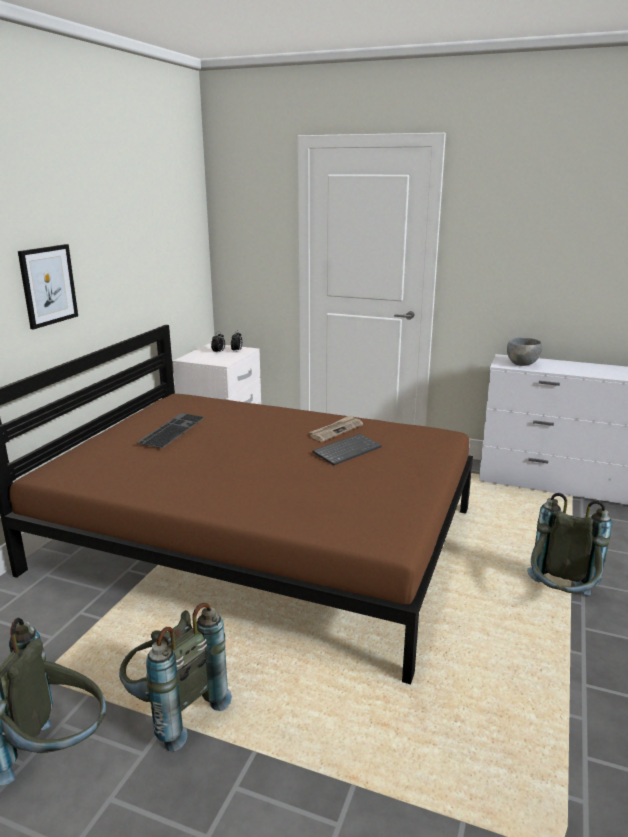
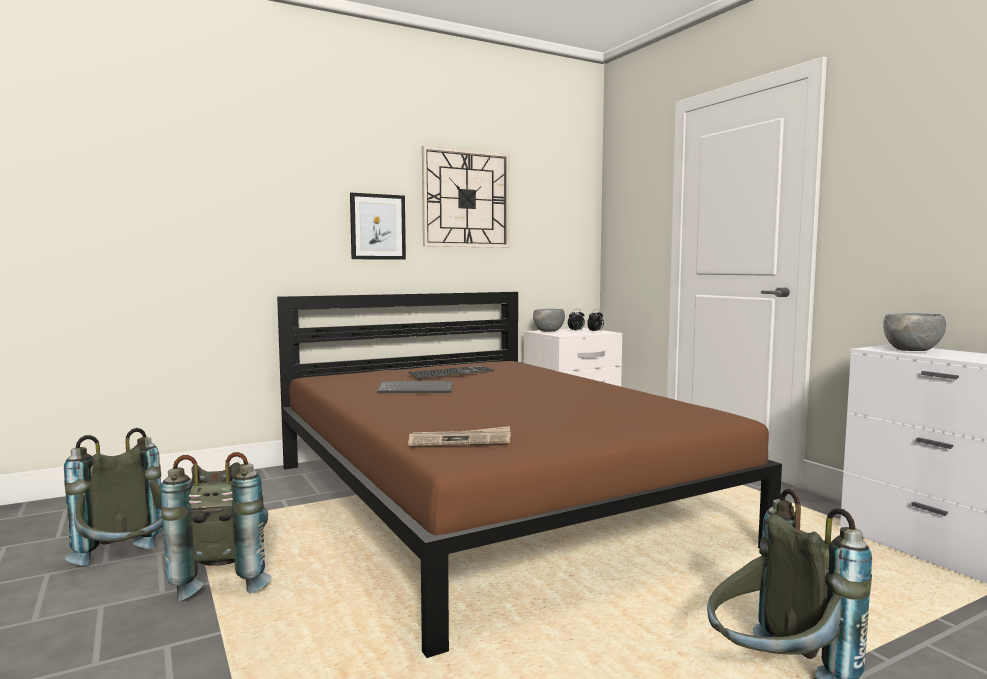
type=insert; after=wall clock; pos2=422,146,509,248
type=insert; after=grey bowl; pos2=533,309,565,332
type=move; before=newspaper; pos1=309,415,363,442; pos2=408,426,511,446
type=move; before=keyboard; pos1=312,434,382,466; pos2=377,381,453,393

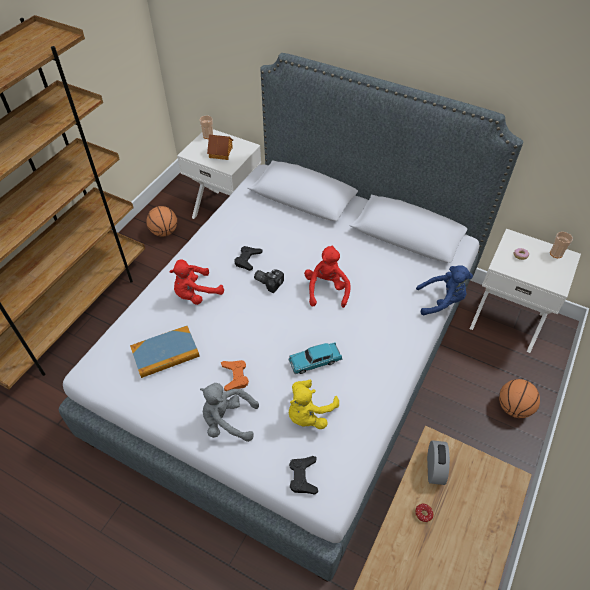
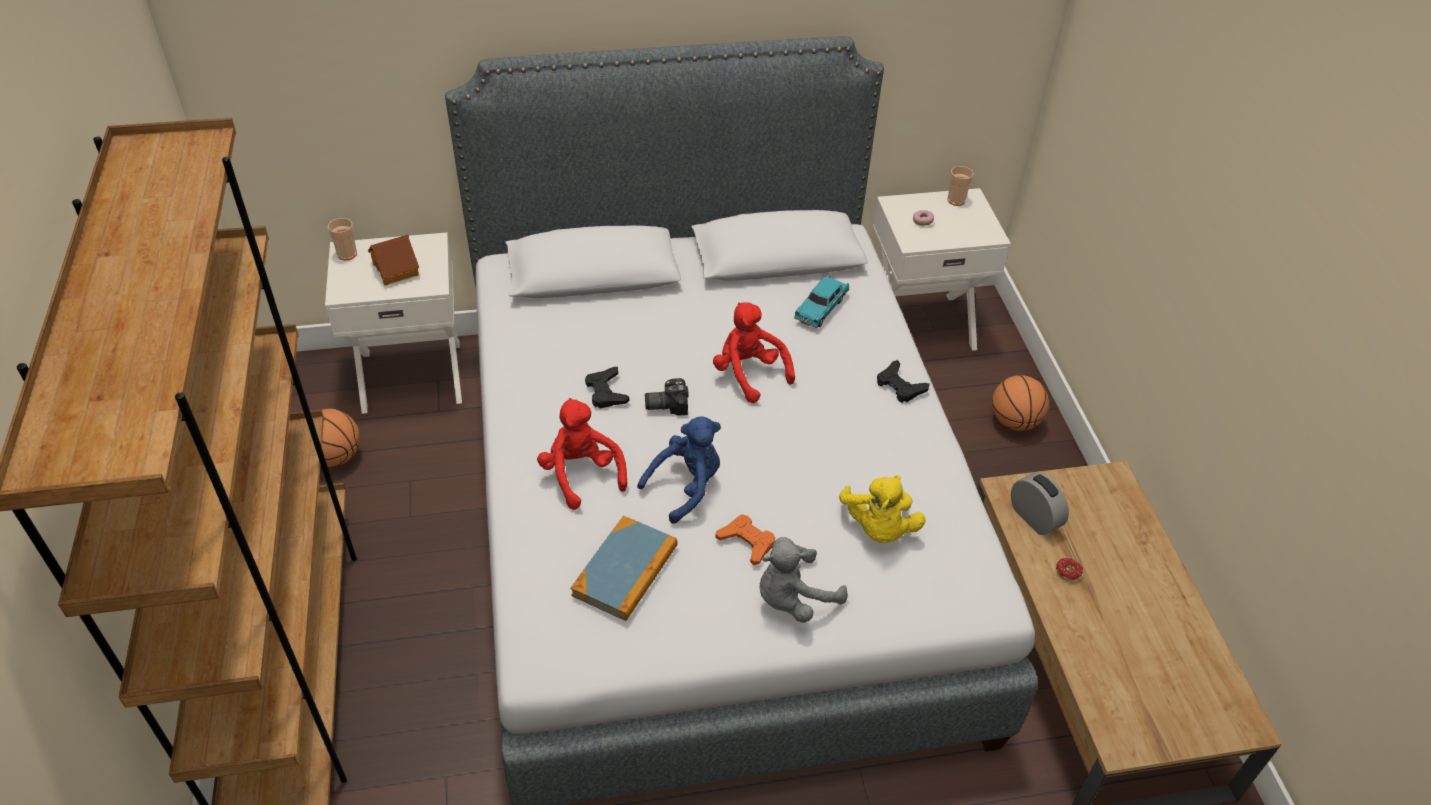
type=move; before=turquoise toy car; pos1=288,342,343,374; pos2=794,275,849,328
type=move; before=black game controller; pos1=289,456,318,494; pos2=877,360,930,403
type=move; before=blue plush toy; pos1=416,265,473,315; pos2=637,416,721,524
type=rotate; before=red plush toy; pos1=170,259,224,305; pos2=537,398,627,510; turn=135

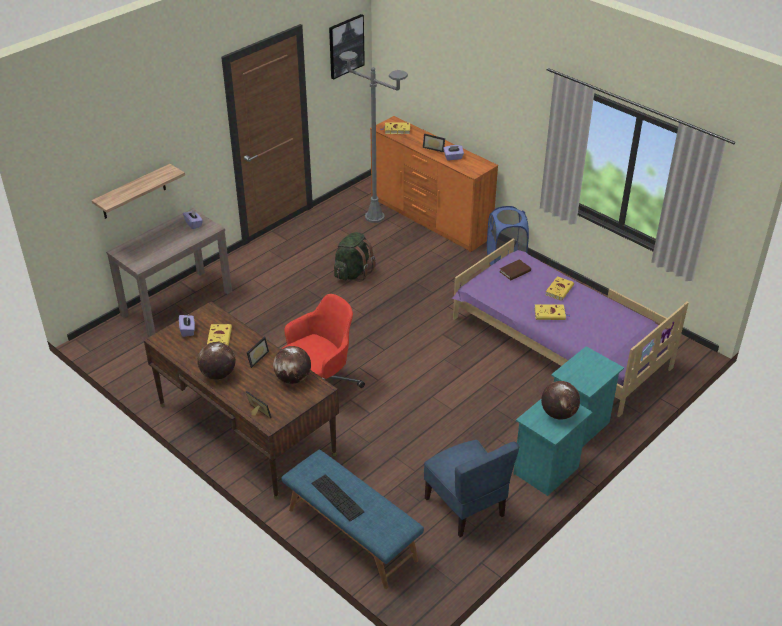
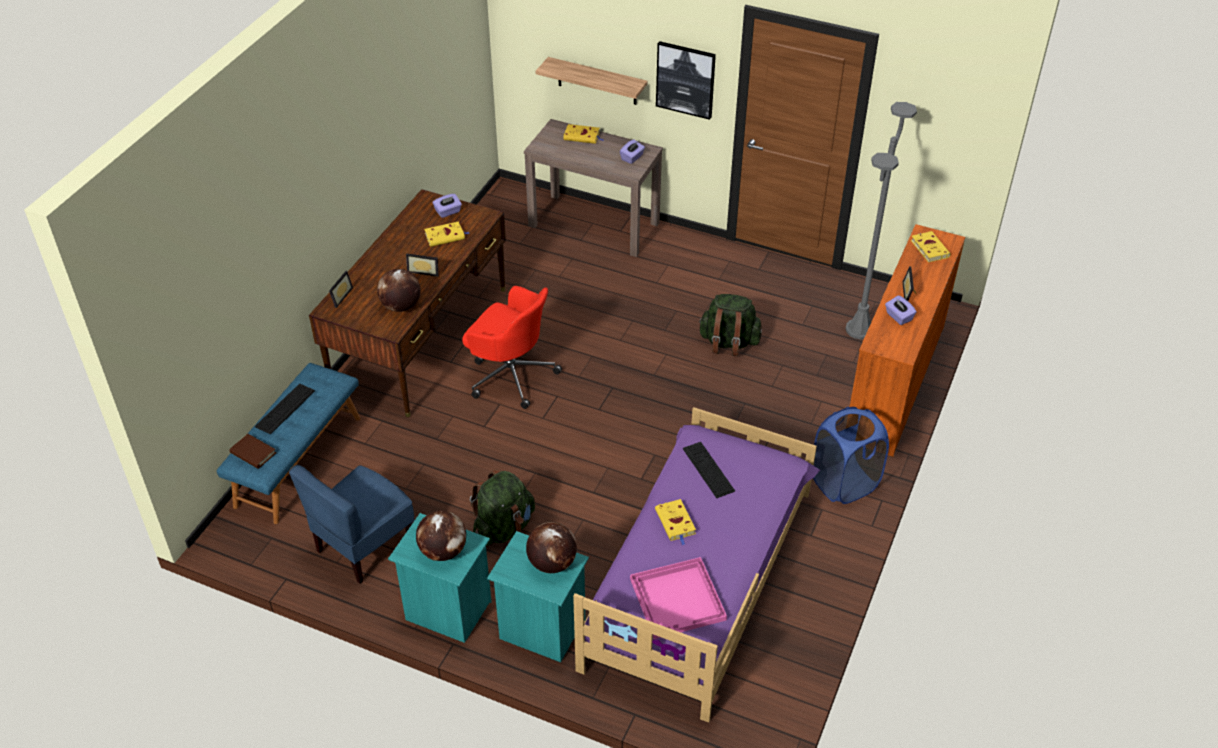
type=insert; after=green backpack; pos2=470,469,535,546
type=insert; after=pink tray; pos2=630,557,727,639
type=insert; after=keyboard; pos2=683,442,735,498
type=move; before=globe; pos1=197,342,236,380; pos2=526,522,577,573
type=move; before=picture; pos1=329,14,365,79; pos2=656,41,716,120
type=move; before=brown book; pos1=499,259,531,280; pos2=229,434,276,469
type=move; before=yellow book; pos1=545,276,574,301; pos2=564,124,604,144

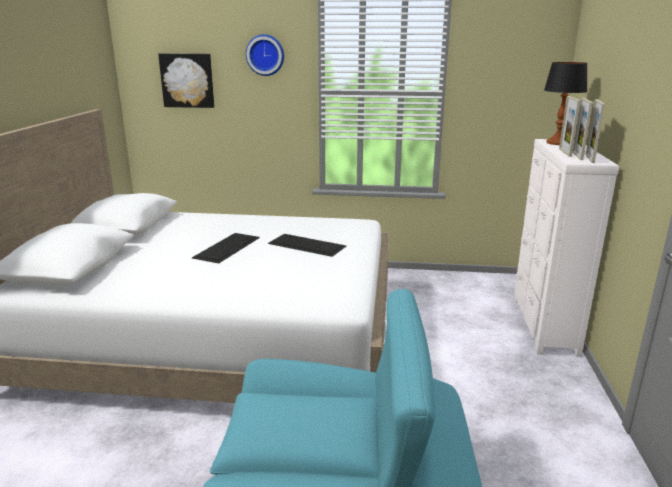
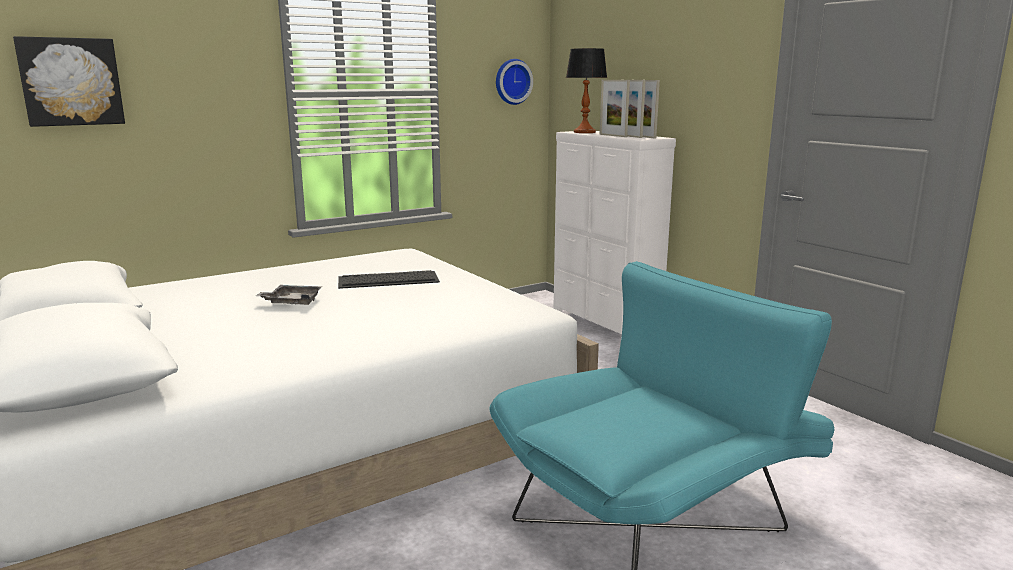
type=move; before=wall clock; pos1=246,34,284,76; pos2=496,59,533,105
type=replace; before=keyboard; after=grey tray; pos1=192,233,260,263; pos2=256,285,321,305

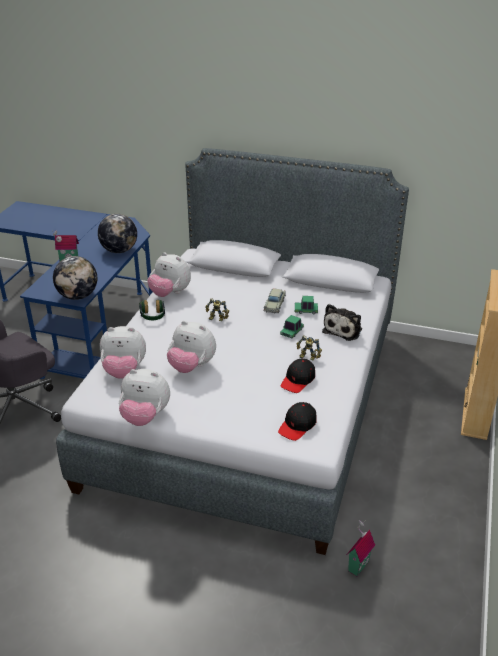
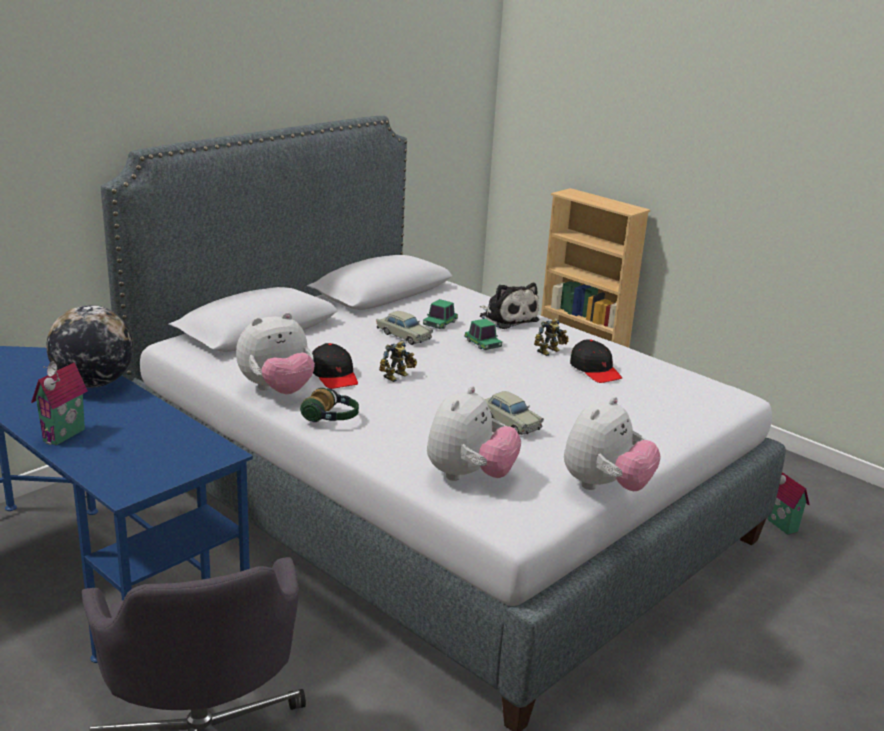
type=delete; before=globe; pos1=53,256,97,300
type=move; before=black cap; pos1=278,402,316,441; pos2=312,343,358,389
type=replace; before=plush toy; after=beige toy car; pos1=167,321,216,373; pos2=484,391,544,435

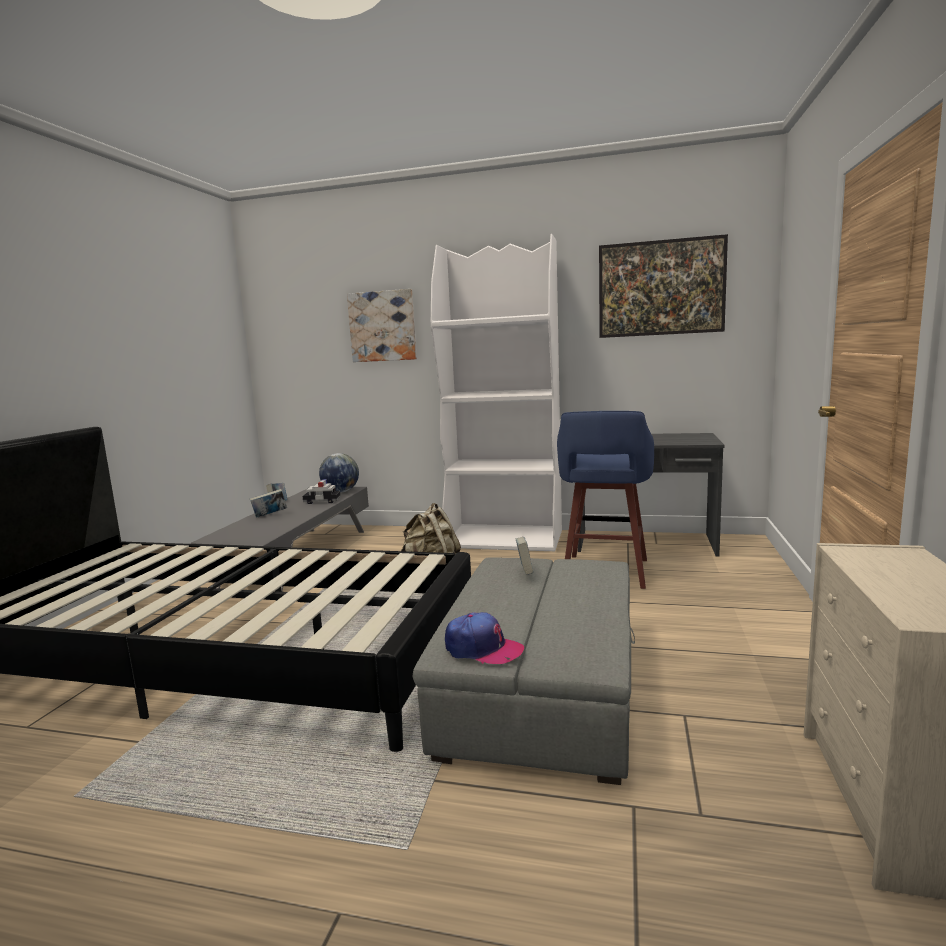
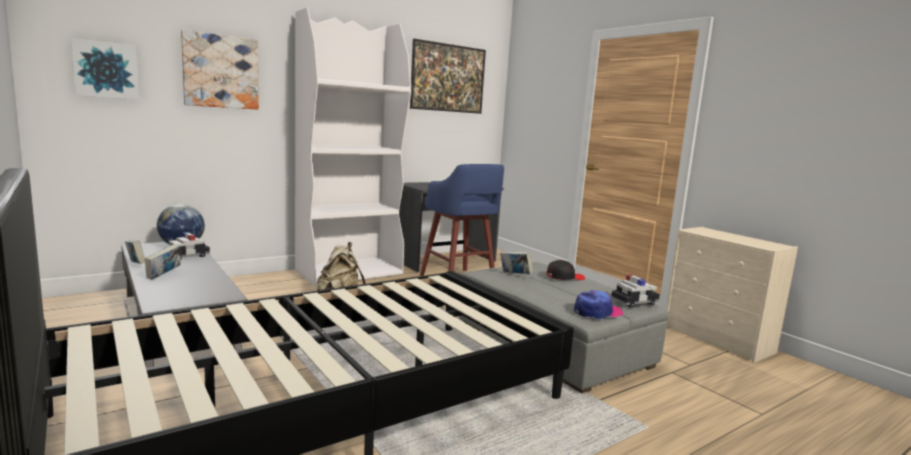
type=insert; after=picture; pos2=71,38,139,100
type=insert; after=black cap; pos2=547,260,585,280
type=insert; after=toy car; pos2=611,274,660,307

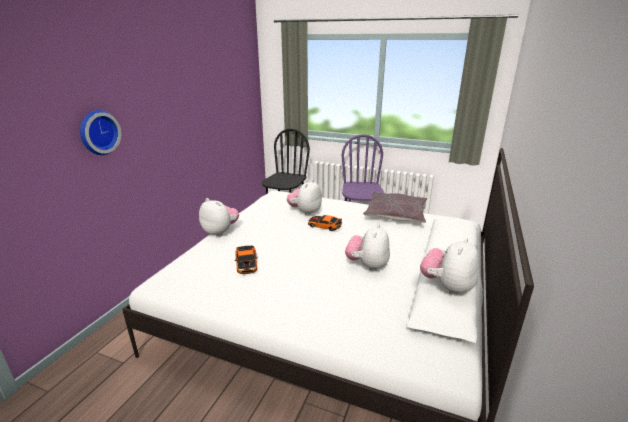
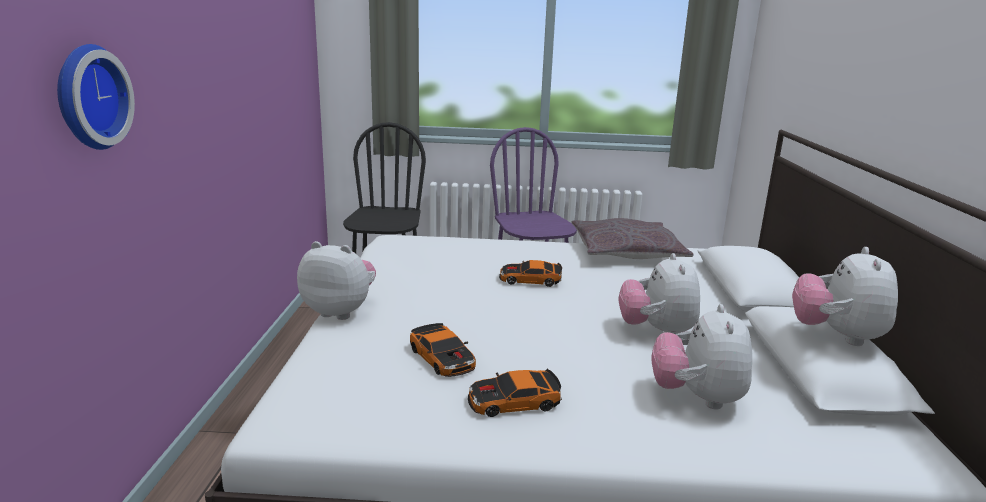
type=insert; after=toy car; pos2=468,369,562,417
type=move; before=plush toy; pos1=287,180,322,216; pos2=651,304,752,409

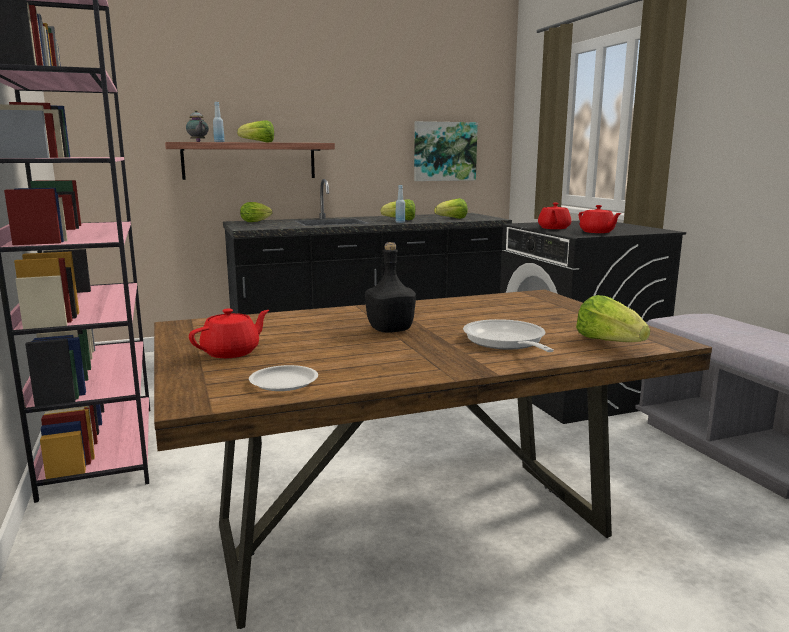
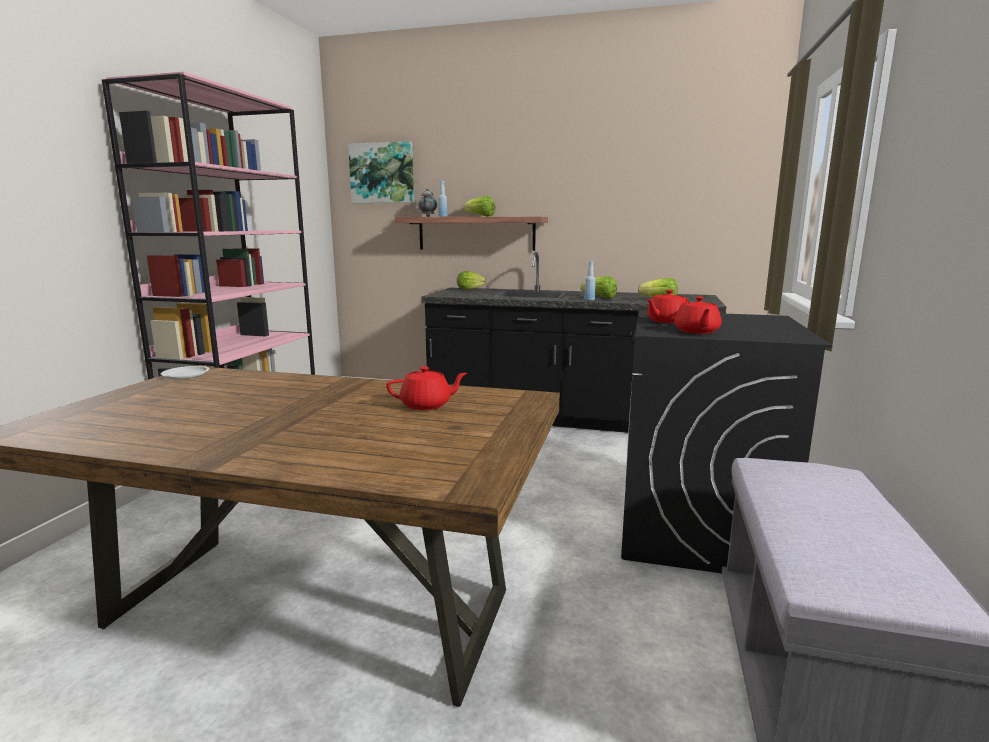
type=delete; before=black bottle; pos1=365,242,416,332
type=delete; before=frying pan; pos1=463,319,554,352
type=delete; before=lettuce; pos1=576,295,650,342
type=move; before=red teapot; pos1=189,308,269,358; pos2=386,366,467,410
type=move; before=white plate; pos1=249,365,318,391; pos2=161,366,209,379
type=move; before=picture; pos1=414,121,478,181; pos2=348,141,414,203

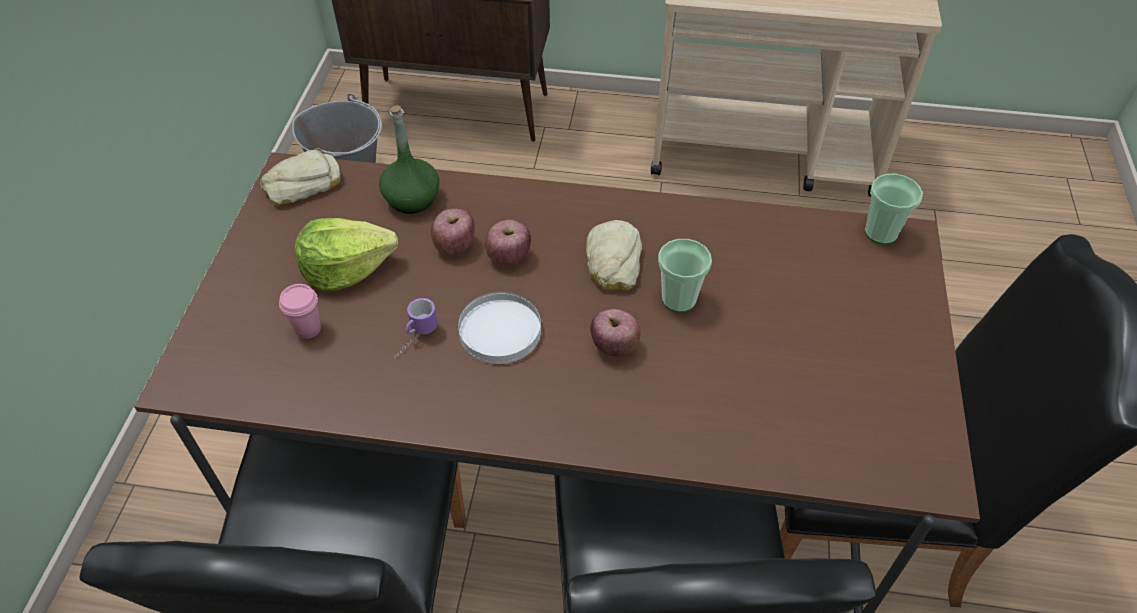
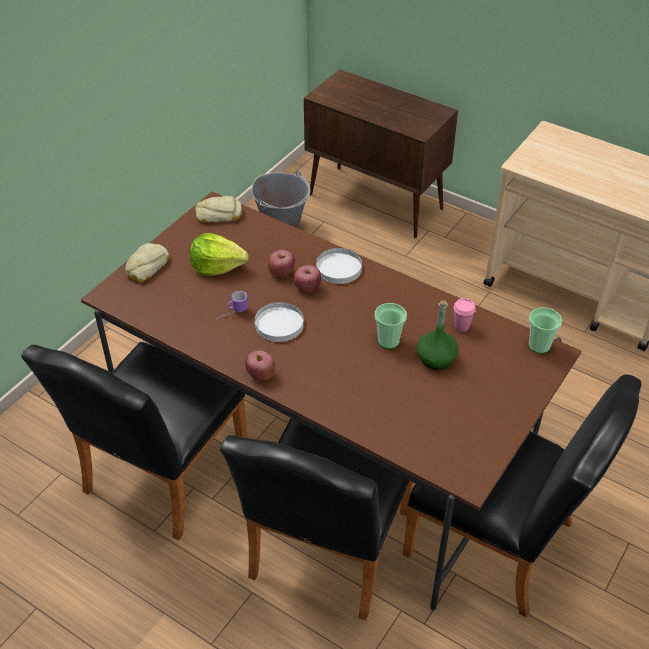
type=insert; after=white plate; pos2=316,248,362,284
type=move; before=pink cup; pos1=279,284,321,339; pos2=453,298,476,332
type=move; before=green bottle; pos1=379,105,440,214; pos2=417,300,459,370
type=move; before=bread; pos1=586,220,642,290; pos2=125,243,169,282
type=move; before=apple; pos1=590,309,641,357; pos2=245,350,275,381

